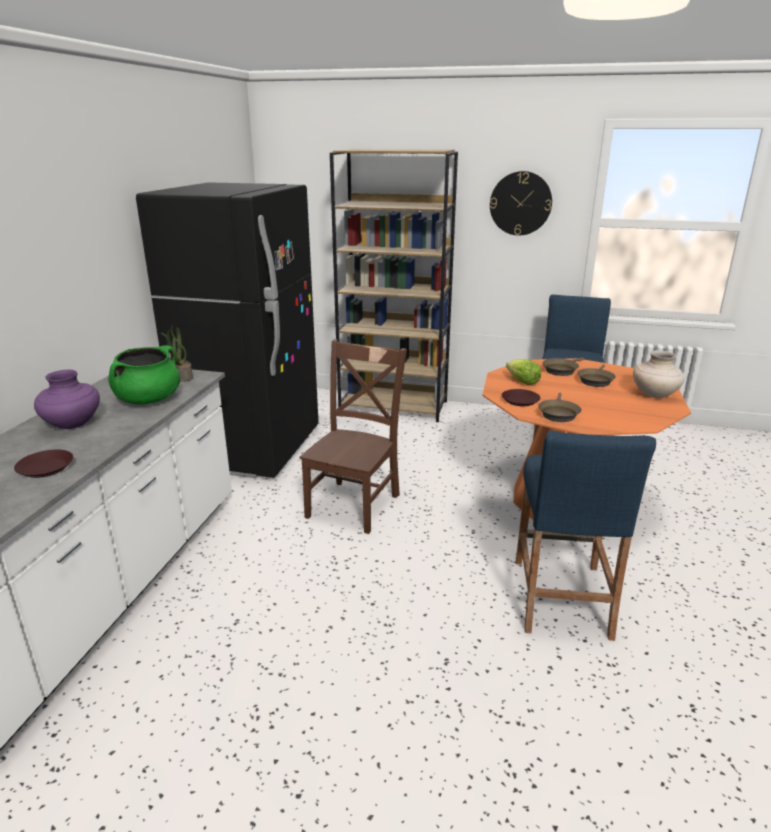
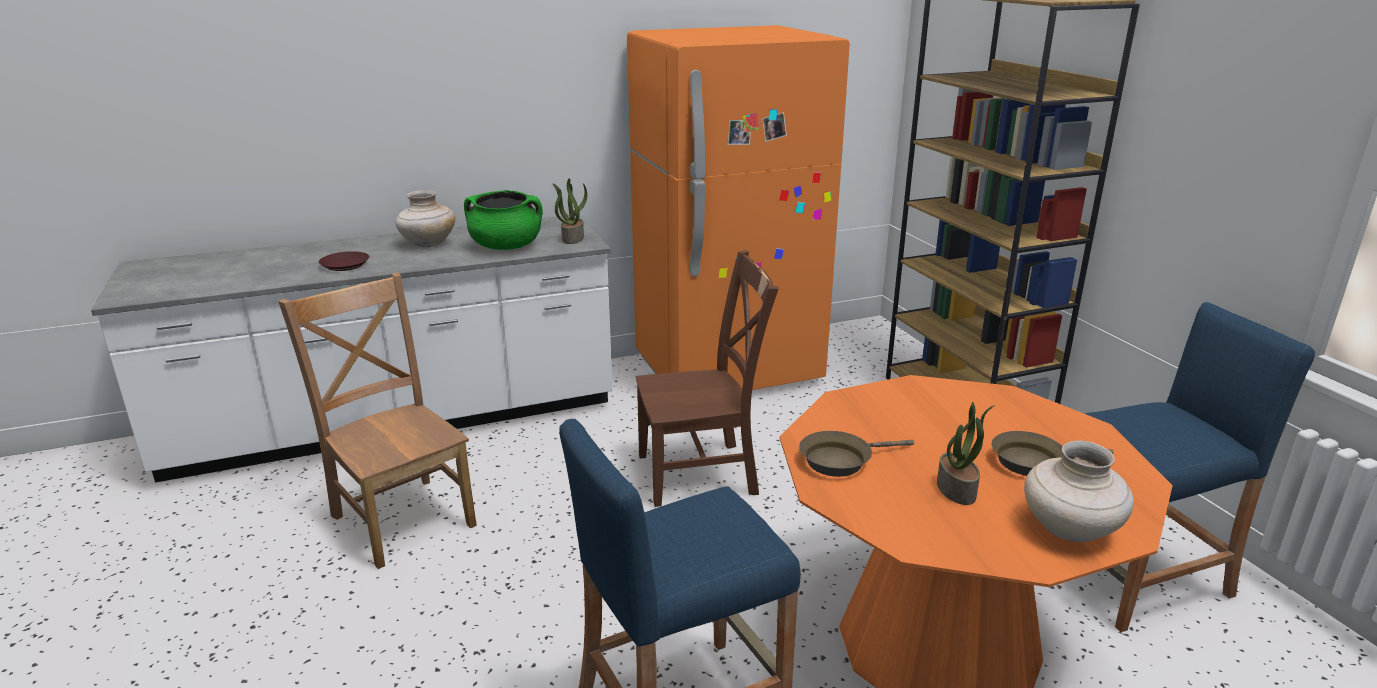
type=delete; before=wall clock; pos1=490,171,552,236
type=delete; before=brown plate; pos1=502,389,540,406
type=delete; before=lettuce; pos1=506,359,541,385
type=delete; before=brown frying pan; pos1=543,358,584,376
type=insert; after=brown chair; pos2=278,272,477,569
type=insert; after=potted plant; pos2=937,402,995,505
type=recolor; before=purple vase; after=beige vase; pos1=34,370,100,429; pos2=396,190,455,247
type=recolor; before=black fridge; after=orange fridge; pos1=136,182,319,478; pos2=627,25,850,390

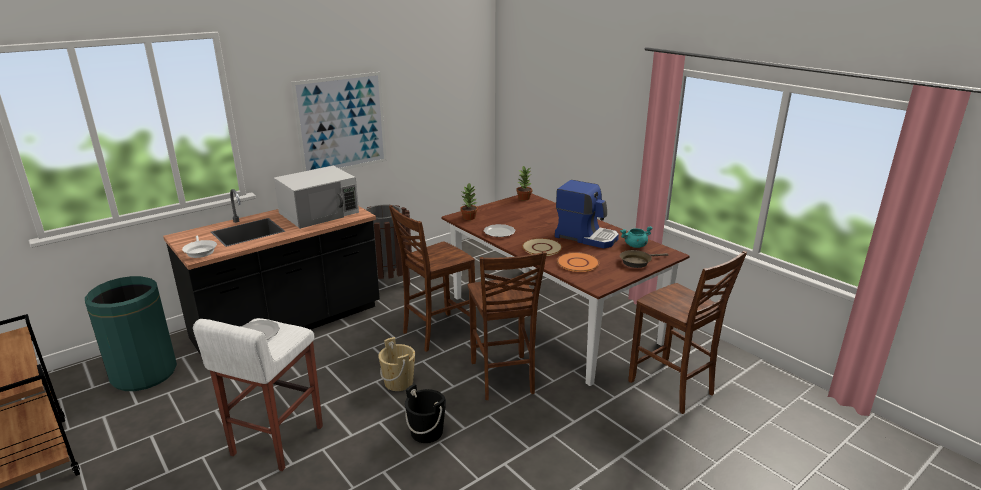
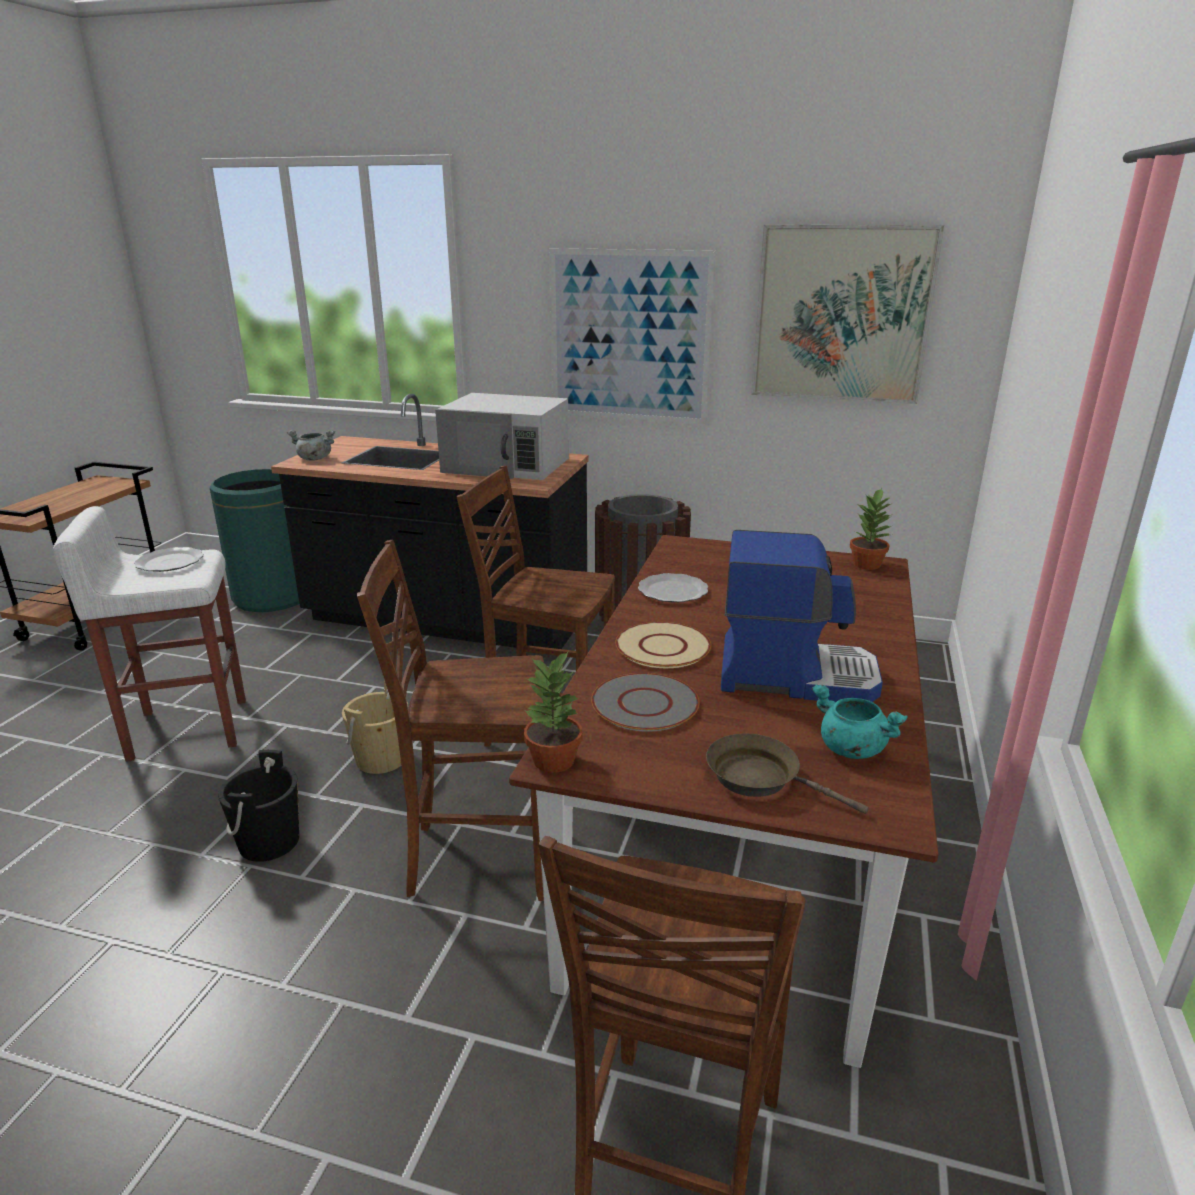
type=insert; after=picture; pos2=751,224,944,404
type=move; before=potted plant; pos1=460,182,478,220; pos2=524,651,582,773
type=replace; before=white frying pan; after=grey cooking pot; pos1=182,236,217,258; pos2=287,430,335,461
type=recolor; before=orange plate; after=grey plate; pos1=557,252,599,272; pos2=591,673,700,732
type=rotate; before=brown chair; pos1=468,251,547,400; pos2=357,540,545,901; turn=45
type=rotate; before=coffee machine; pos1=555,180,619,248; pos2=721,530,883,702; turn=-75

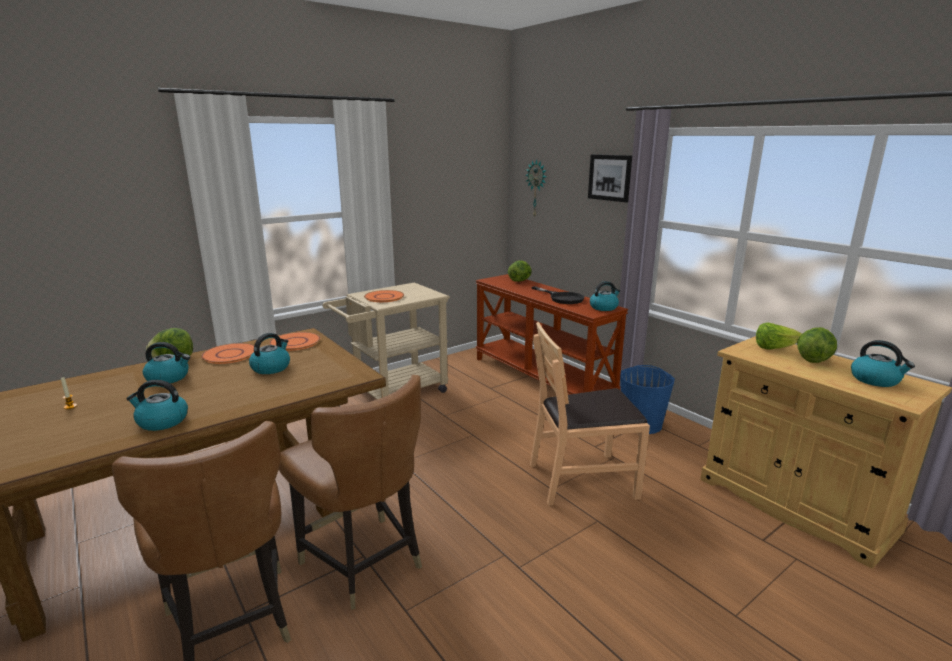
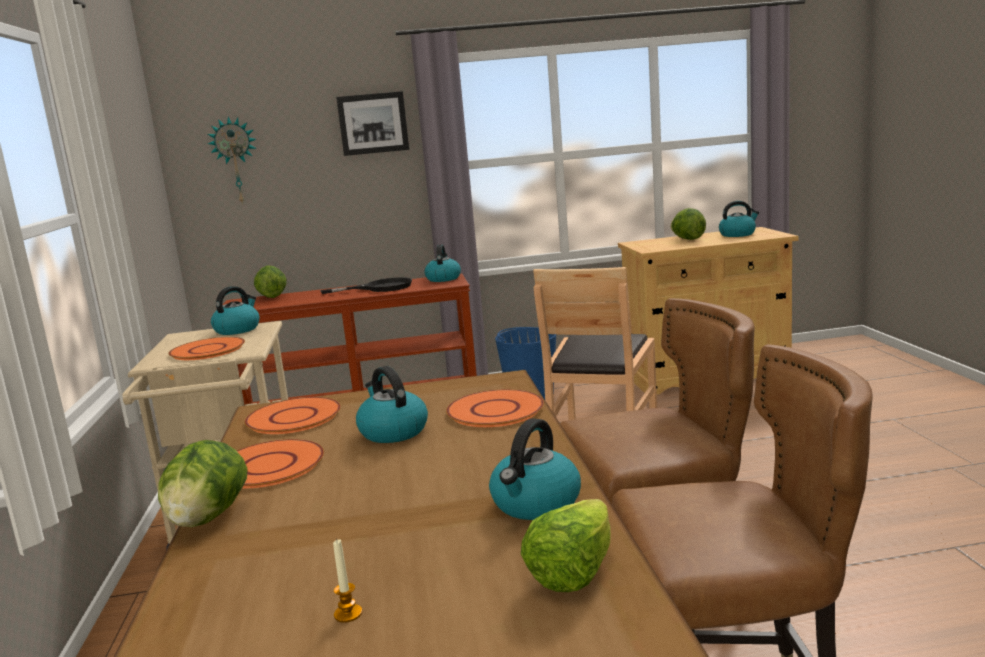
type=insert; after=orange plate; pos2=446,389,544,427
type=move; before=kettle; pos1=143,342,190,383; pos2=211,286,260,335
type=move; before=lettuce; pos1=756,322,802,349; pos2=521,499,611,592

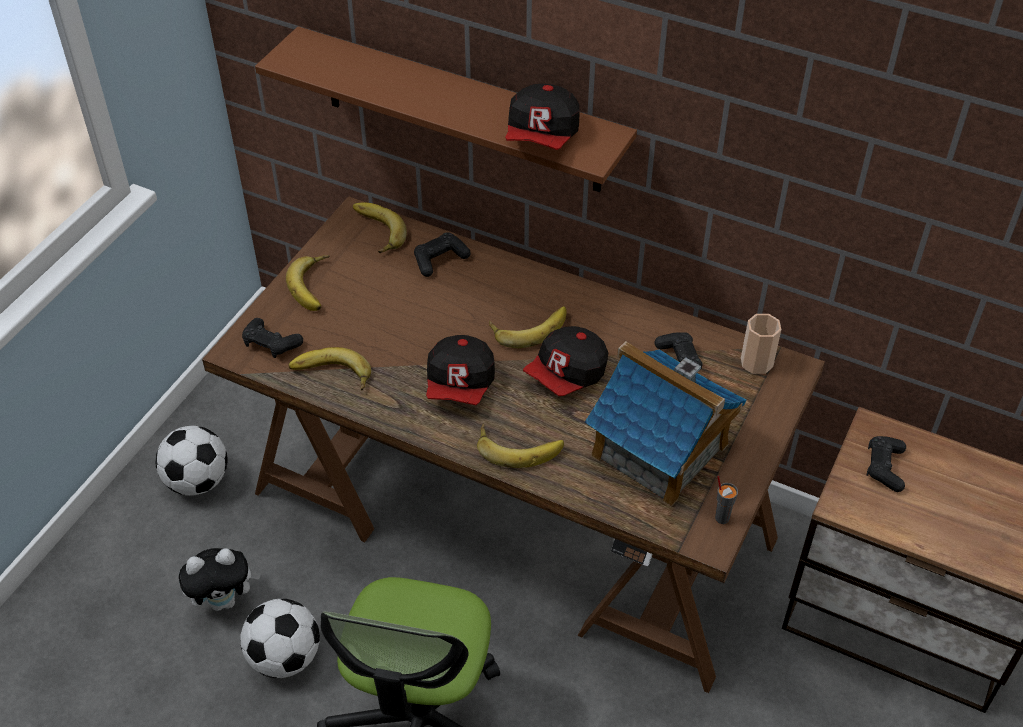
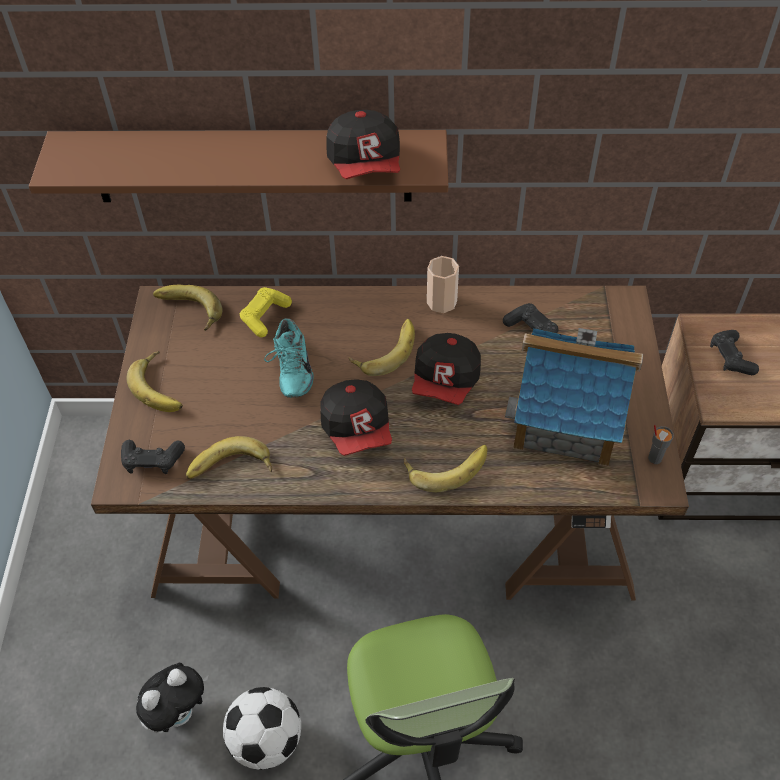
type=delete; before=football; pos1=155,426,227,496
type=insert; after=turquoise shoe; pos2=264,318,314,398
type=move; before=cup; pos1=741,314,781,374; pos2=427,256,459,313
type=recolor; before=black game controller; after=yellow game controller; pos1=414,232,471,277; pos2=240,287,292,337

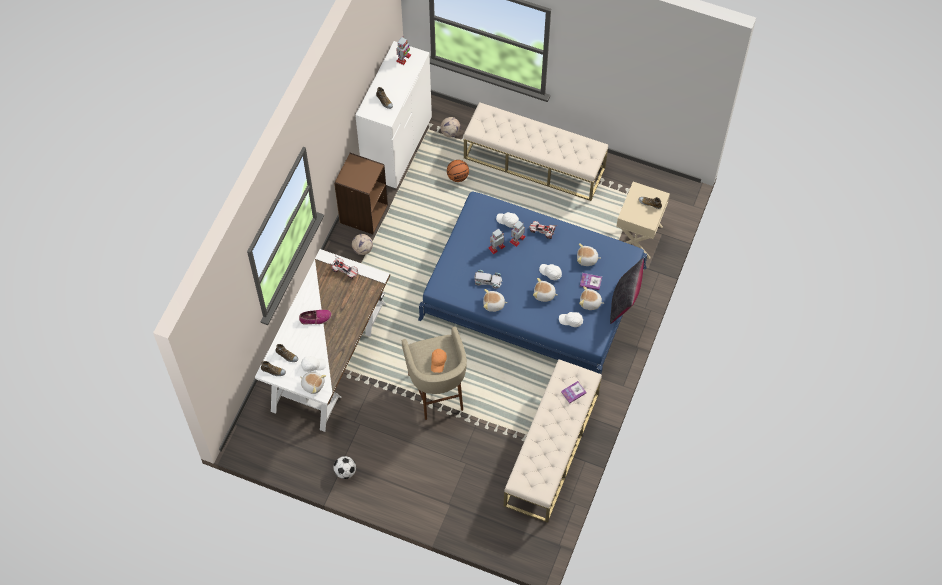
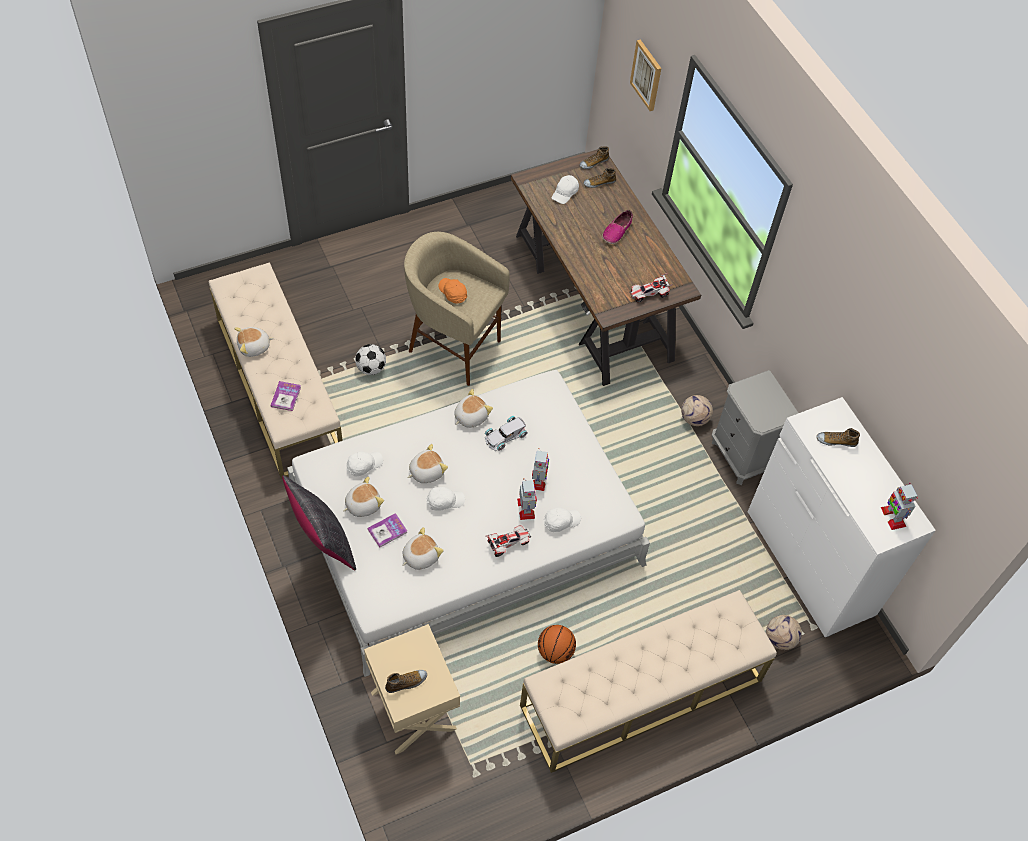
type=insert; after=picture; pos2=630,40,661,111
type=move; before=plush toy; pos1=300,372,326,394; pos2=234,327,274,357
type=move; before=football; pos1=334,456,356,479; pos2=355,344,386,375
type=move; before=basketball; pos1=447,160,469,182; pos2=538,625,576,664
type=replace; before=brown bookcase; after=grey nightstand; pos1=334,153,388,234; pos2=712,370,798,485
type=recolor; before=white desk; after=brown desk; pos1=255,249,390,432; pos2=511,149,701,386
type=recolor; before=blue bed; after=white bed; pos1=418,192,647,374; pos2=287,370,650,677

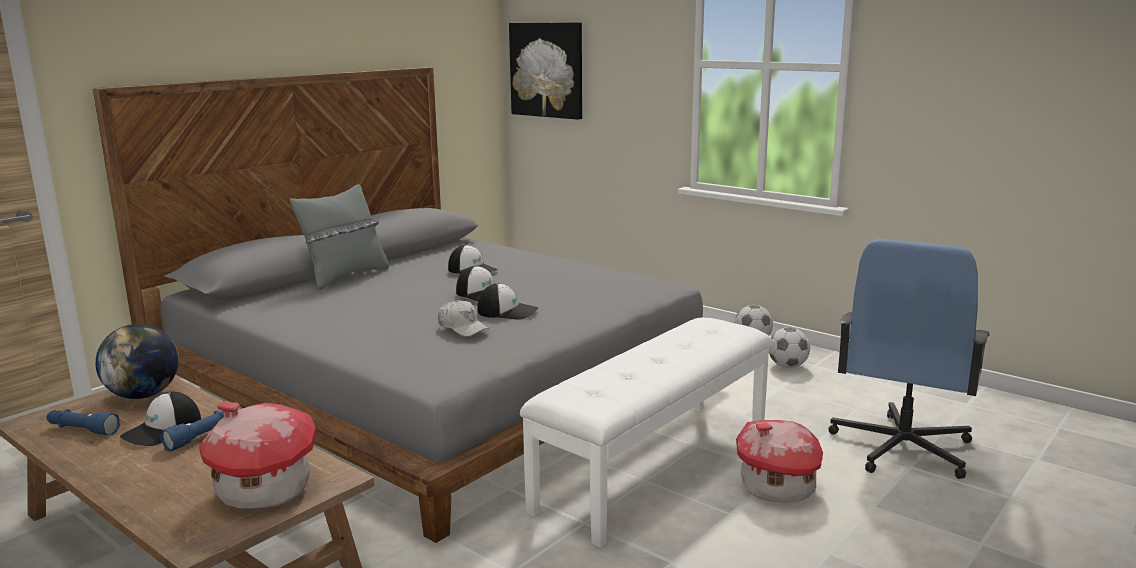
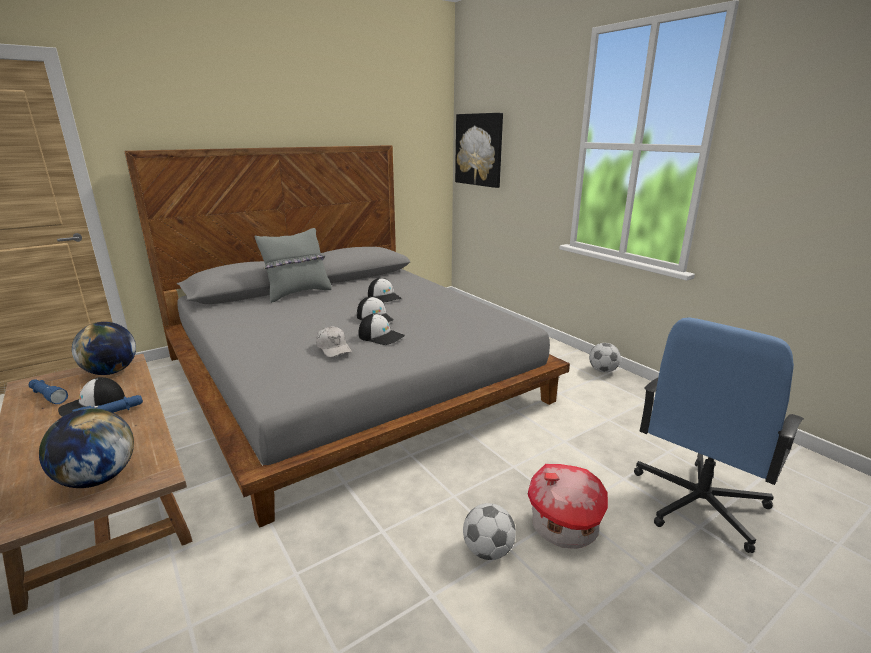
type=delete; before=white bench; pos1=520,318,772,548
type=move; before=football; pos1=769,327,810,368; pos2=463,503,516,560
type=replace; before=toy house; after=globe; pos1=199,401,316,509; pos2=39,408,134,488

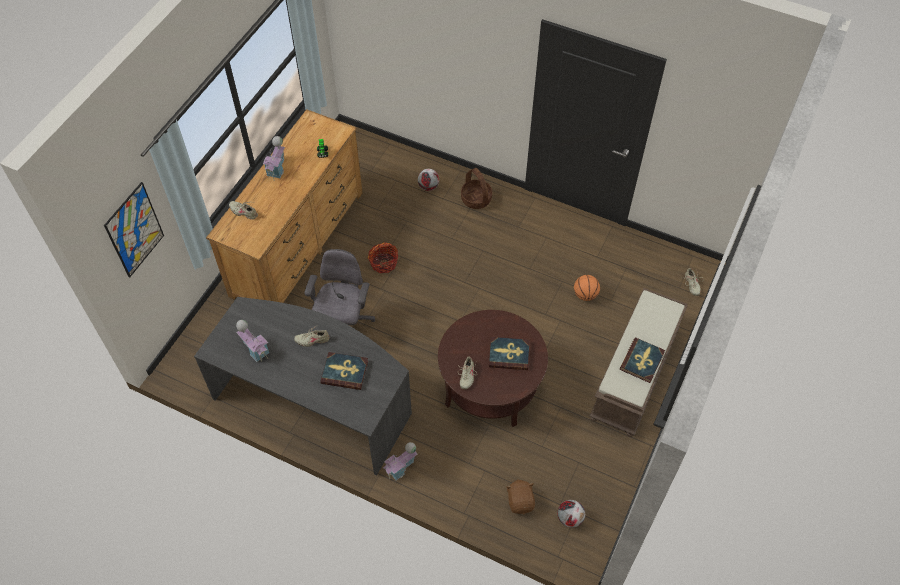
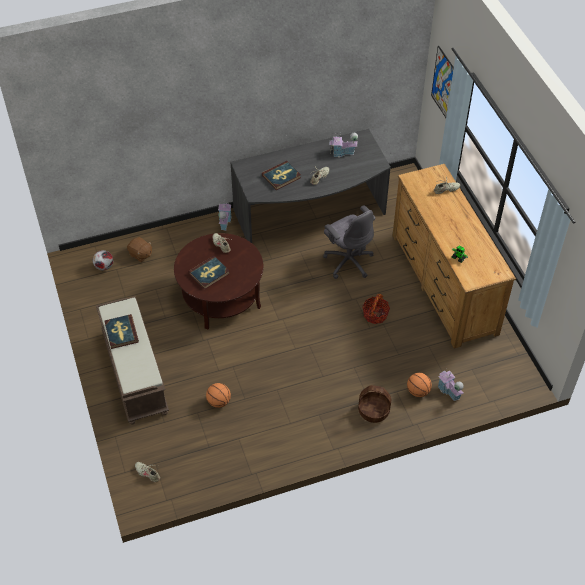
type=move; before=toy house; pos1=263,136,285,181; pos2=438,369,464,401
type=replace; before=football; after=basketball; pos1=418,169,439,191; pos2=407,373,432,397

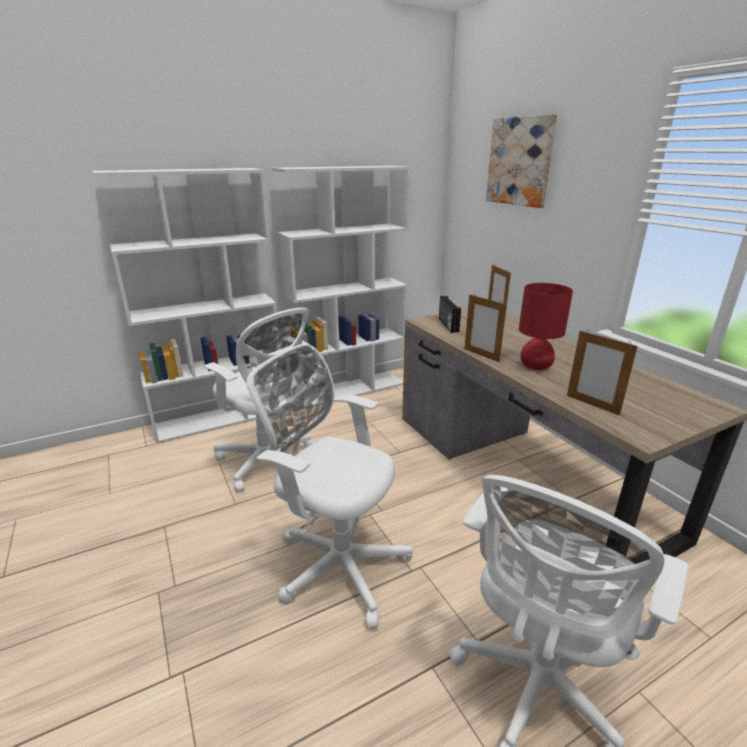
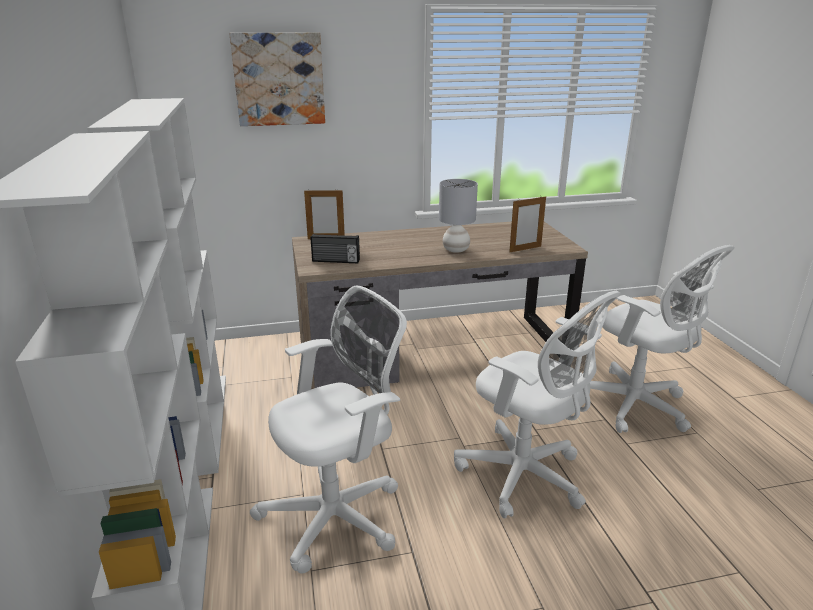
type=delete; before=picture frame; pos1=465,294,507,362
type=recolor; before=red table lamp; after=grey table lamp; pos1=519,283,573,370; pos2=439,179,478,253
type=rotate; before=white office chair; pos1=246,344,413,628; pos2=454,291,620,519; turn=-90

